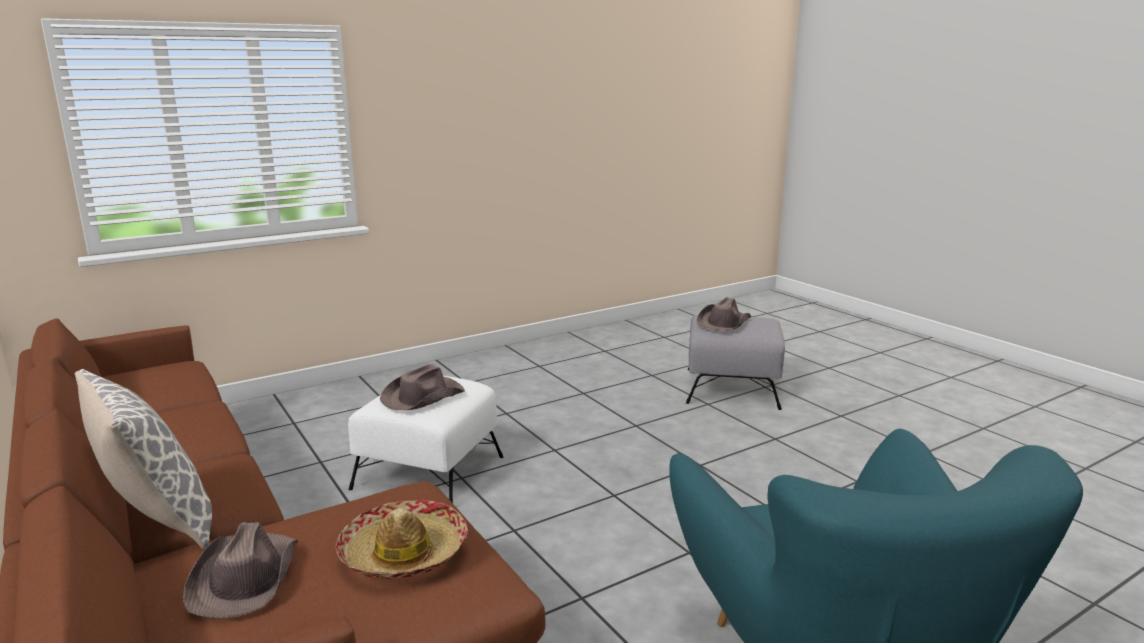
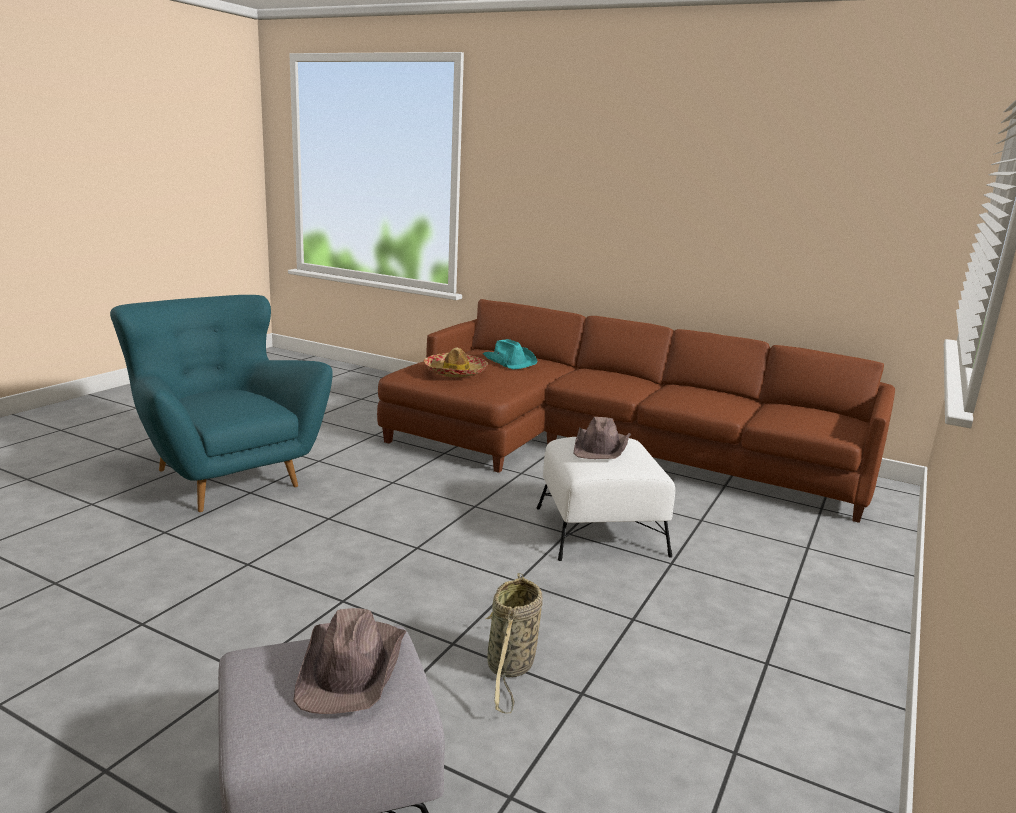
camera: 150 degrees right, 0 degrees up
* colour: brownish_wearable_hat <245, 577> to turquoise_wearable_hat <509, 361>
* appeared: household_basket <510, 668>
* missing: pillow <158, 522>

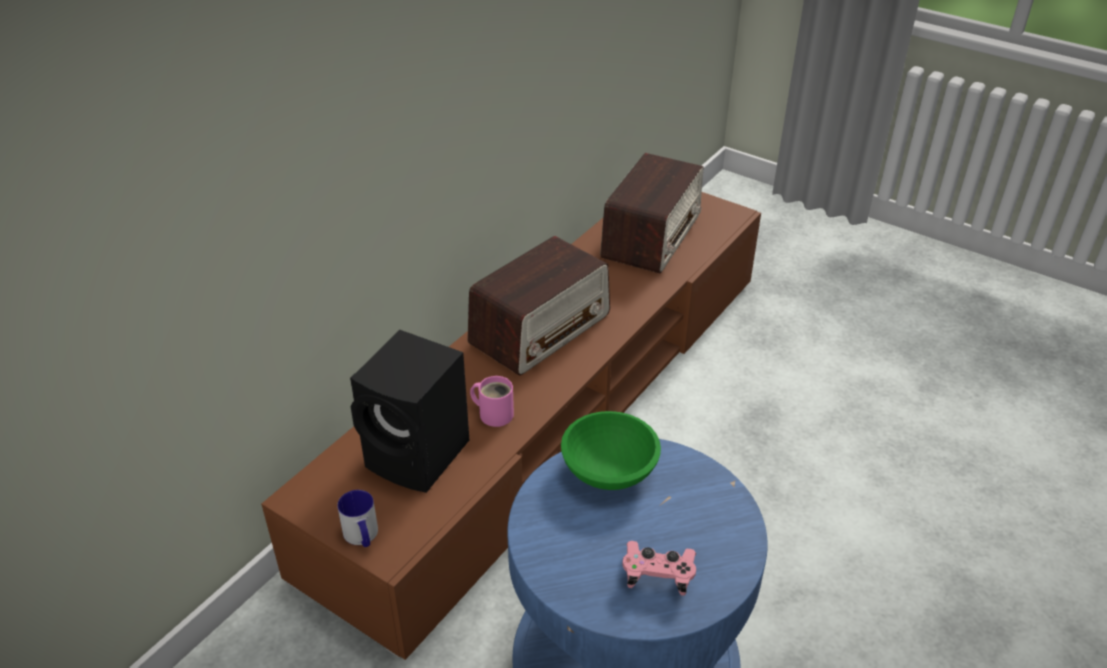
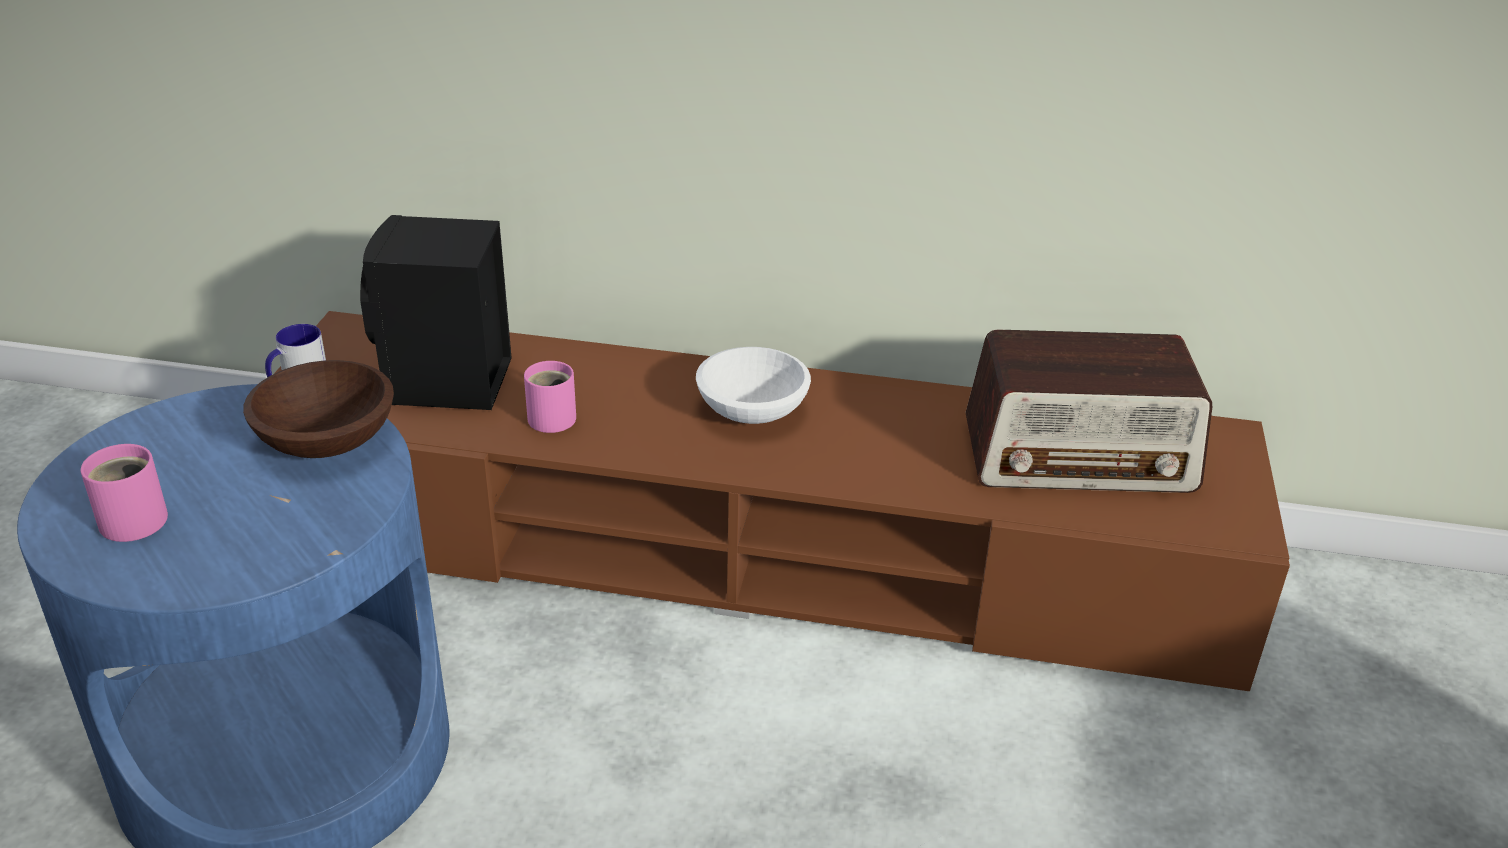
camera: 65 degrees right, 5 degrees down
* exchanged: pink_joypad <658, 575> to pink_coffee_mug <131, 517>
* colour: green_deep_dish <608, 470> to brownish_deep_dish <324, 439>
* exchanged: radio <540, 329> to white_deep_dish <754, 410>

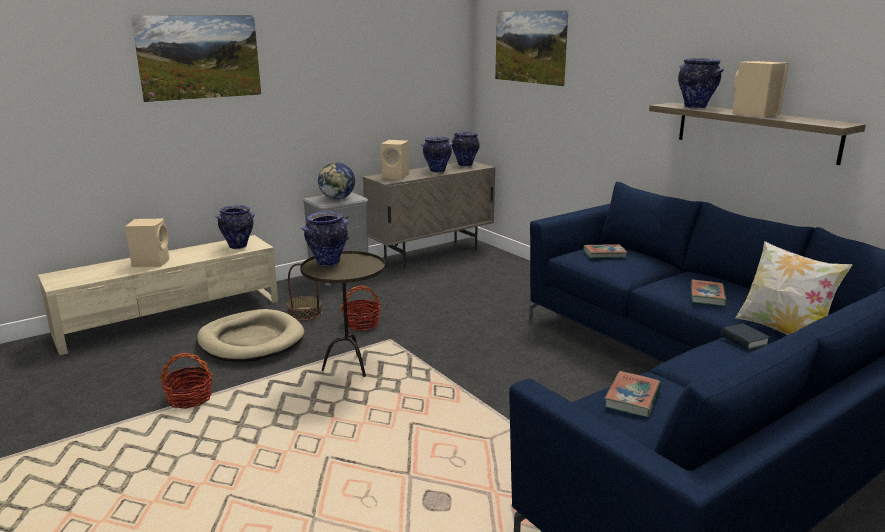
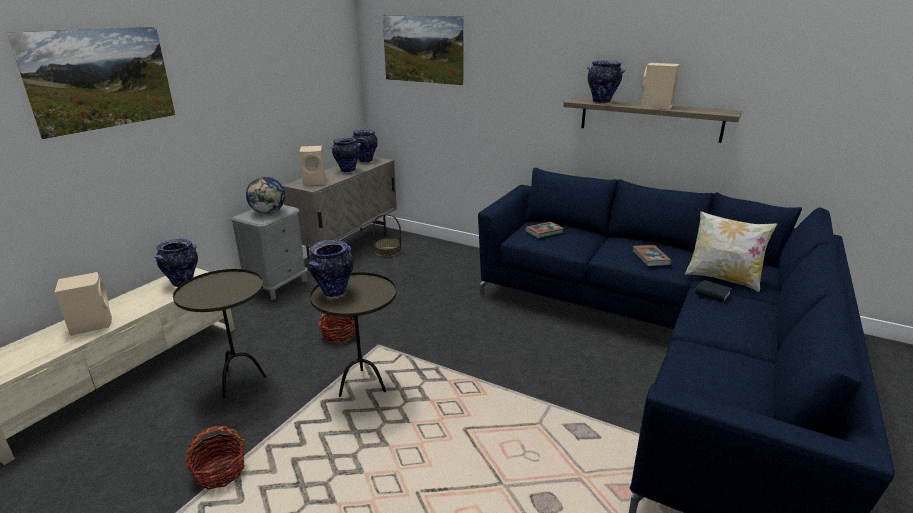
camera: 25 degrees left, 5 degrees up
* exchanged: beige-coloured_dog_bed <251, 340> to brownish_end_table <239, 381>
* relocated: household_basket <305, 313> to <388, 251>
* missing: book <632, 398>

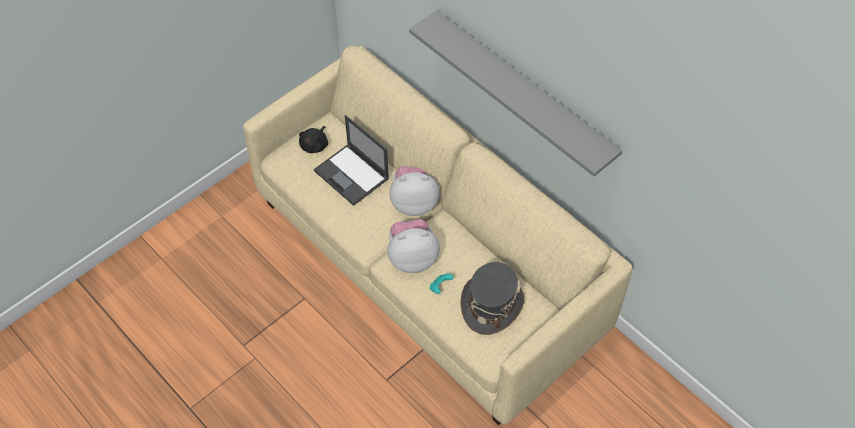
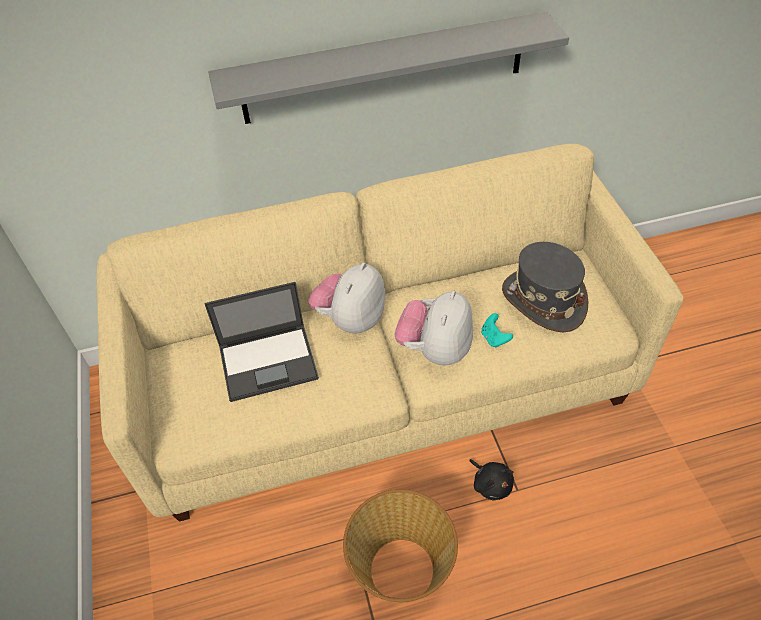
camera: 60 degrees left, 5 degrees down
* appeared: household_basket <401, 571>
* relocated: blackish_cuddly_toy <315, 145> to <491, 484>

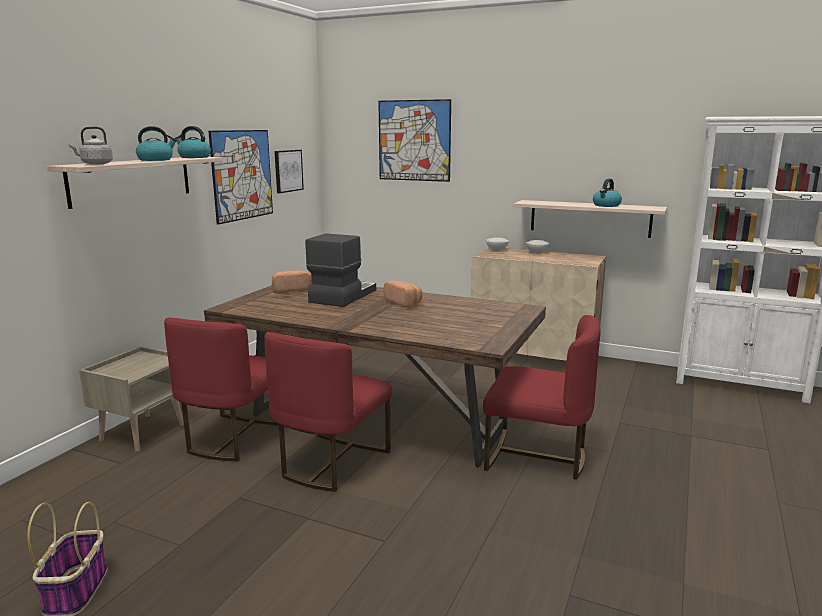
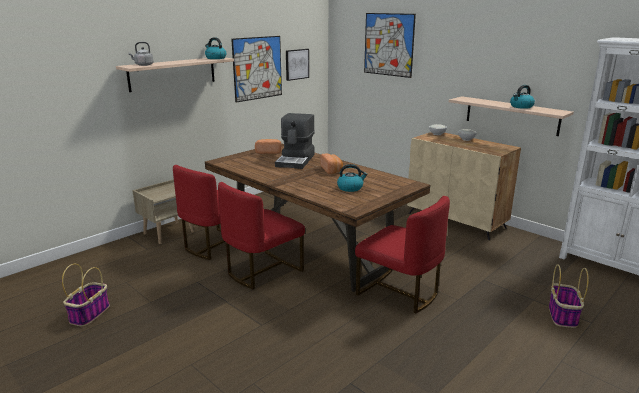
camera: 20 degrees right, 5 degrees up
* spun: coffee_brewer <342, 296> = <296, 160> 150 degrees clockwise
* relocated: water_kettle <156, 160> to <350, 188>
* appeared: household_basket <563, 316>

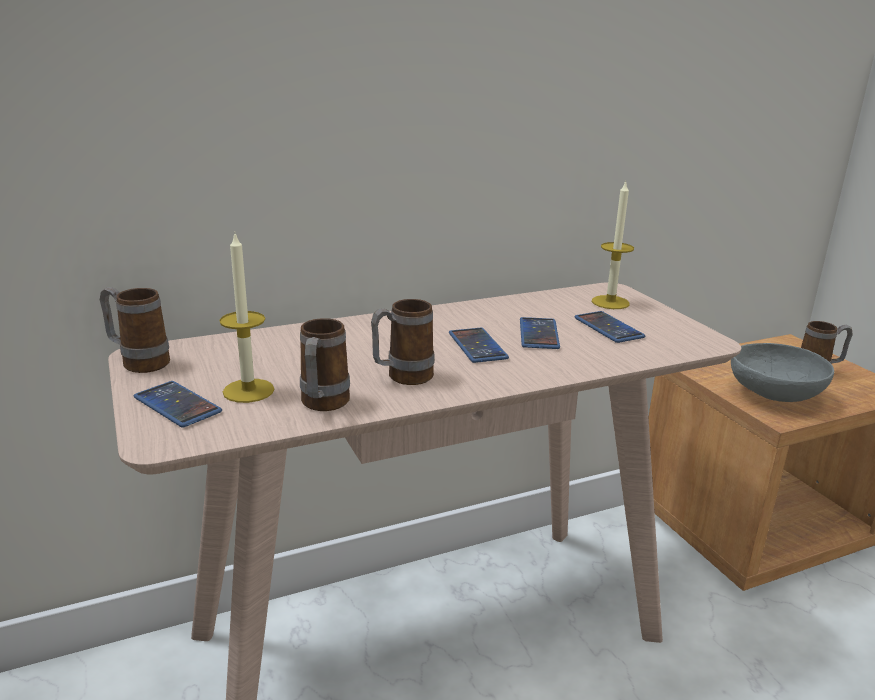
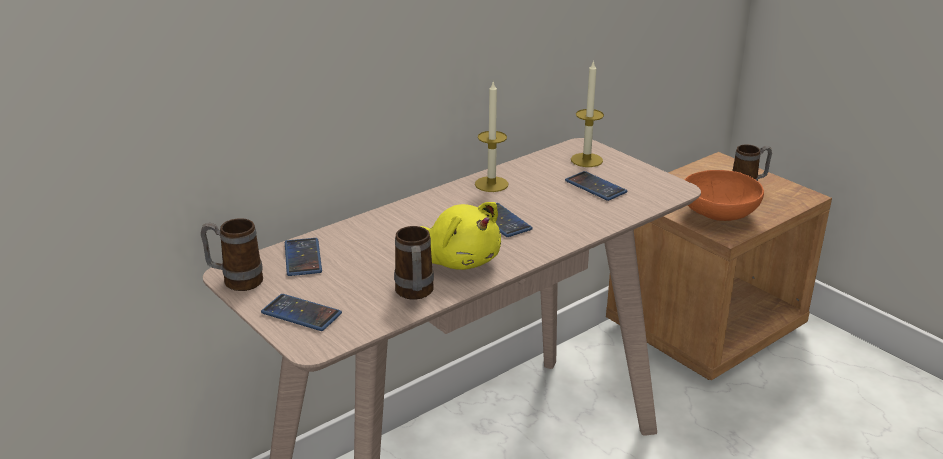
camera: 15 degrees left, 5 degrees up
* relocated: handset <539, 334> to <303, 258>
* exchanged: coffee_mug <402, 378> to yellow_cuddly_toy <460, 260>
* relocated: wax_light <248, 390> to <491, 184>
* colour: grey_deep_dish <774, 396> to orangey_deep_dish <719, 216>

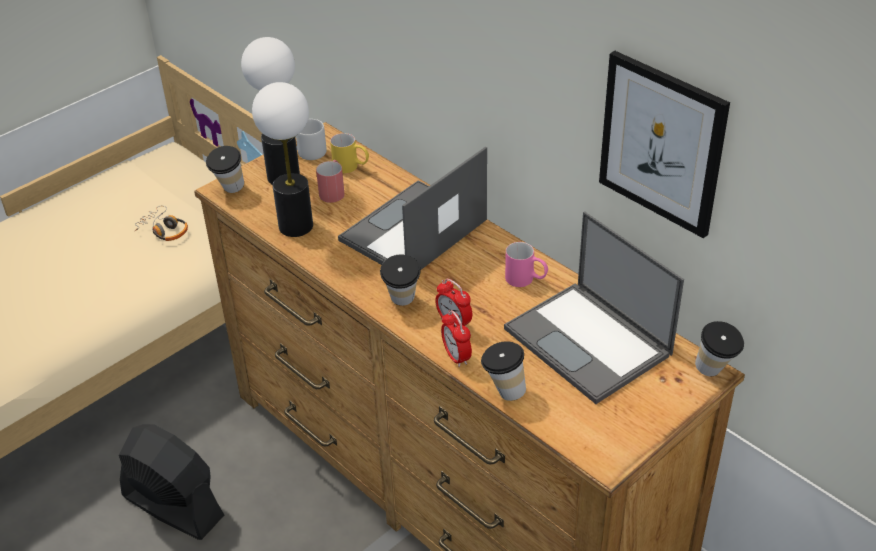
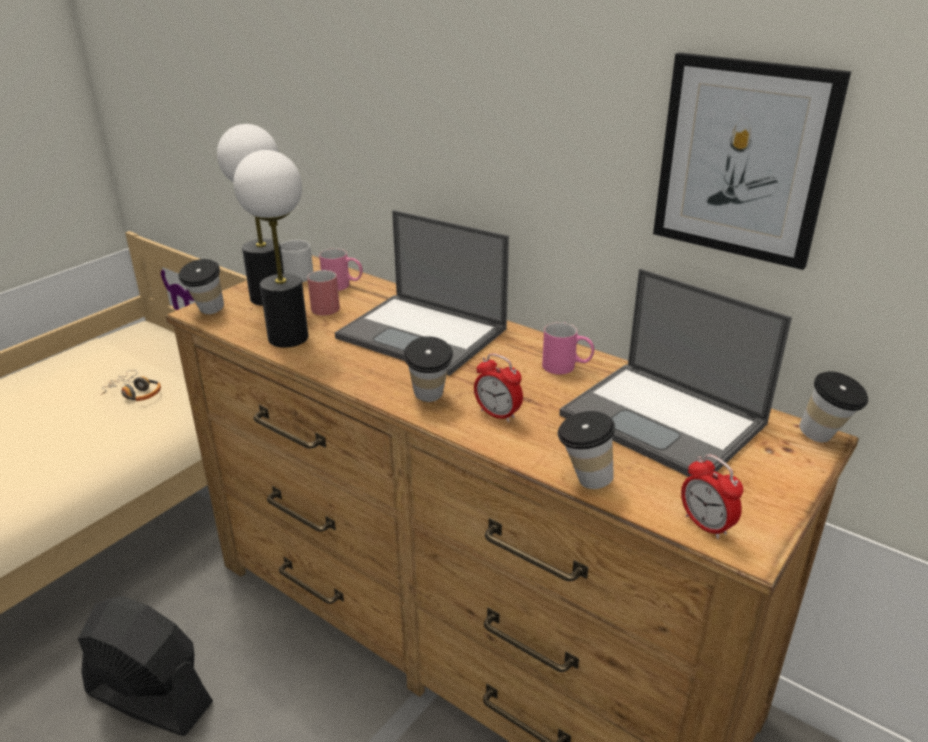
camera: 10 degrees left, 10 degrees down
* colour: yellow_coffee_mug <351, 167> to pink_coffee_mug <343, 286>
* spun: notebook_computer <412, 231> = <424, 334> 90 degrees counterclockwise
* relocated: alarm_clock <456, 357> to <706, 525>

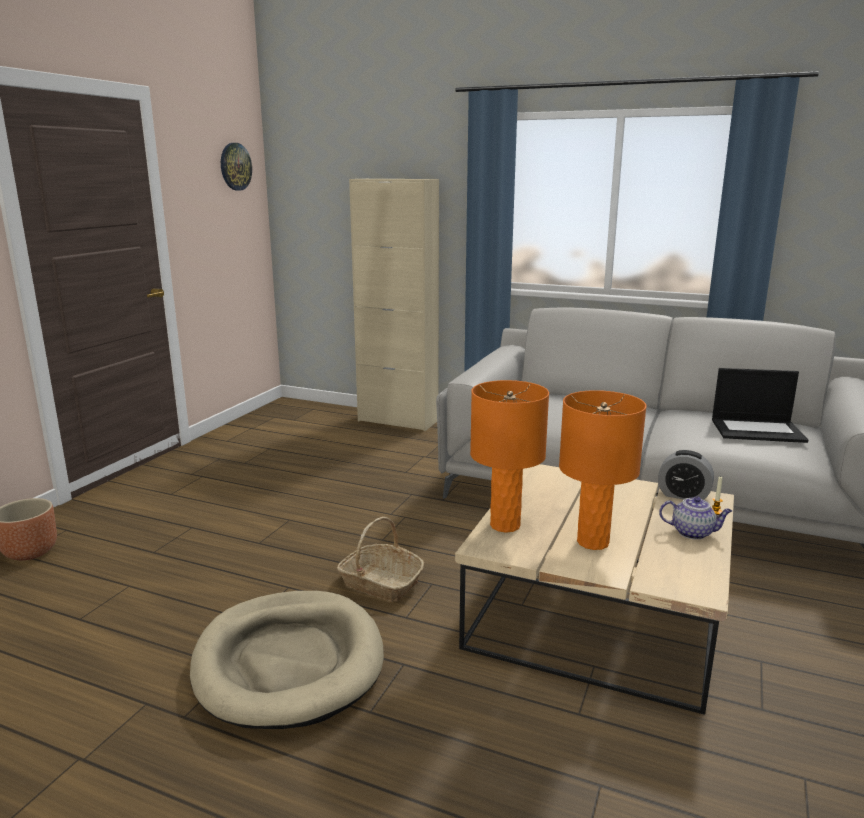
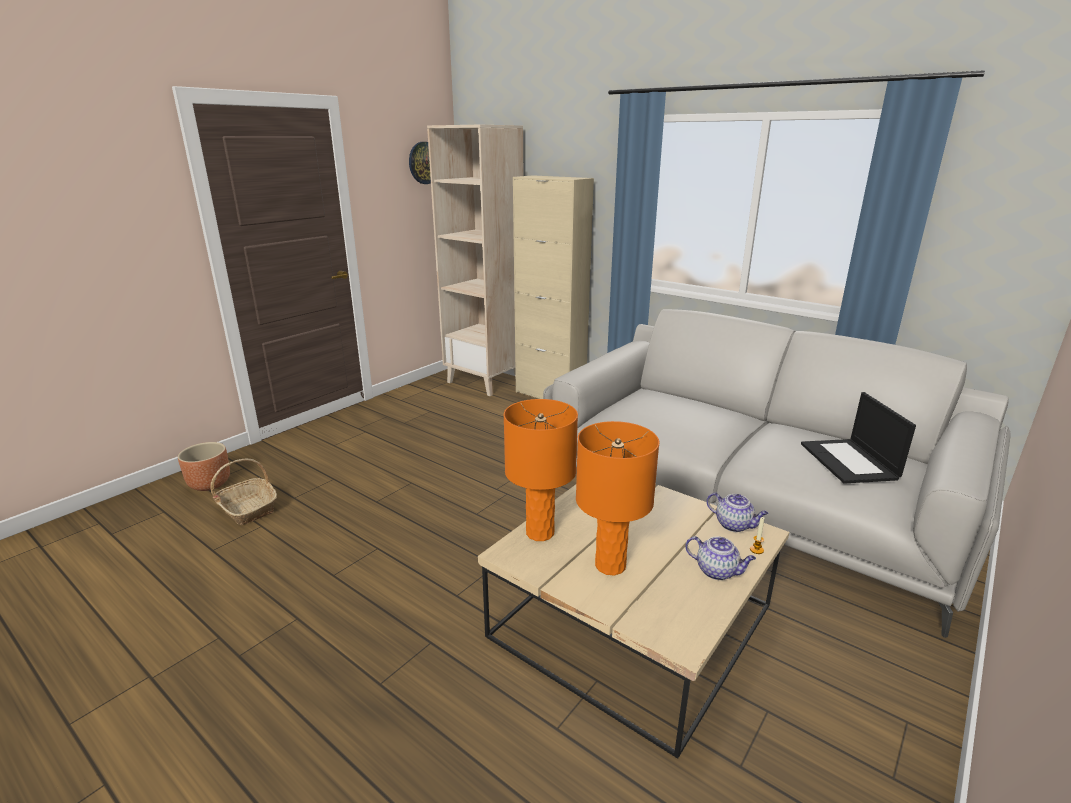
camera: 15 degrees right, 5 degrees up
* relocated: household_basket <380, 583> to <248, 508>
* appeared: beige-coloured_bookshelf <485, 382>
* exchanged: alarm_clock <683, 495> to pot_for_tea <734, 525>
* spun: notebook_computer <758, 430> = <849, 461> 60 degrees clockwise
* missing: beige-coloured_dog_bed <289, 662>

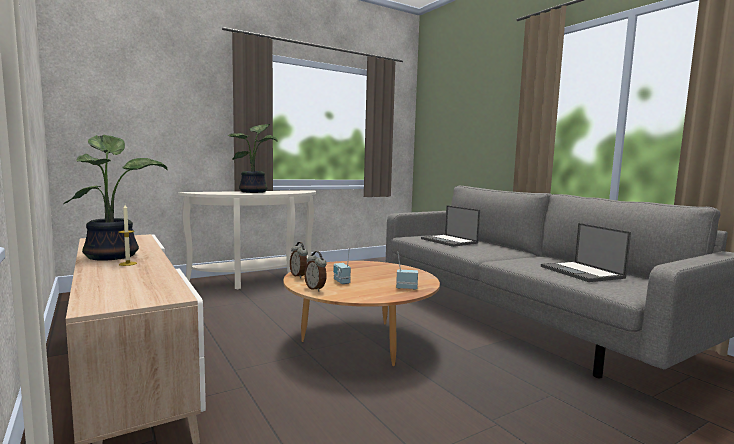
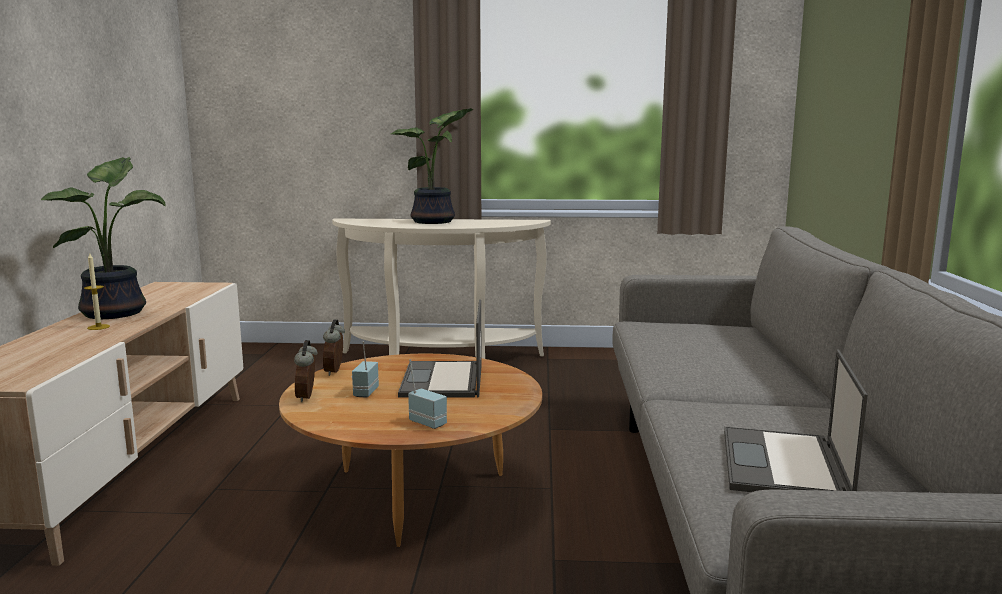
camera: 35 degrees right, 5 degrees up
* relocated: notebook_computer <449, 241> to <443, 381>

